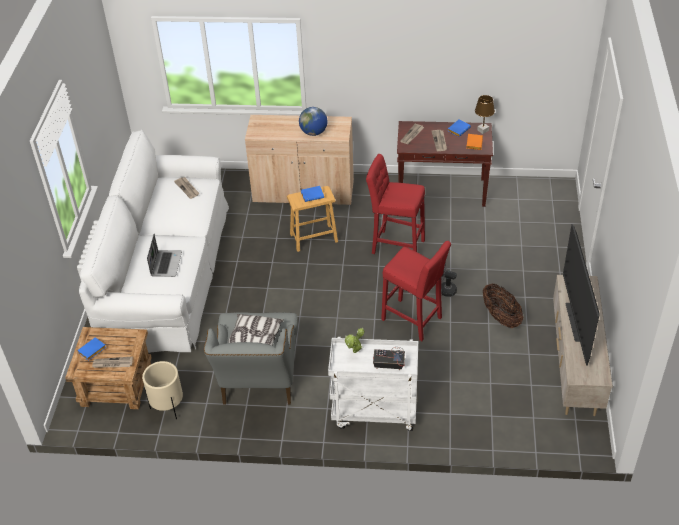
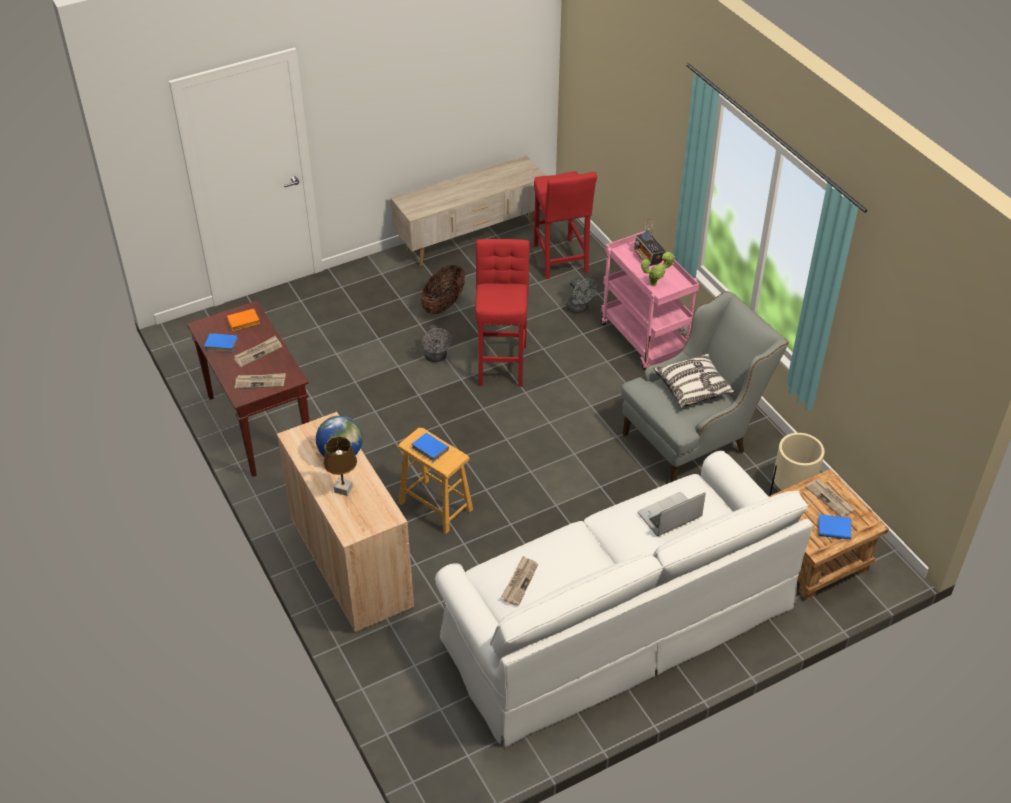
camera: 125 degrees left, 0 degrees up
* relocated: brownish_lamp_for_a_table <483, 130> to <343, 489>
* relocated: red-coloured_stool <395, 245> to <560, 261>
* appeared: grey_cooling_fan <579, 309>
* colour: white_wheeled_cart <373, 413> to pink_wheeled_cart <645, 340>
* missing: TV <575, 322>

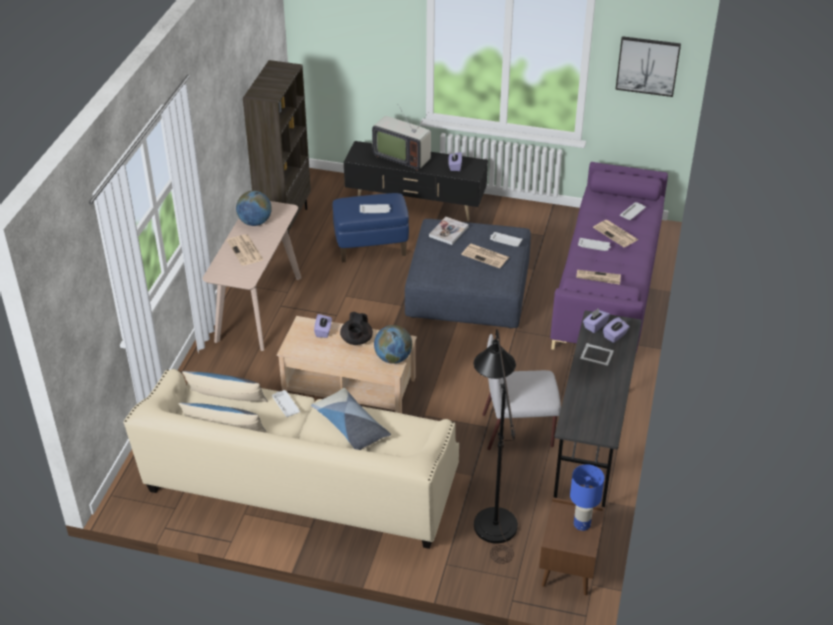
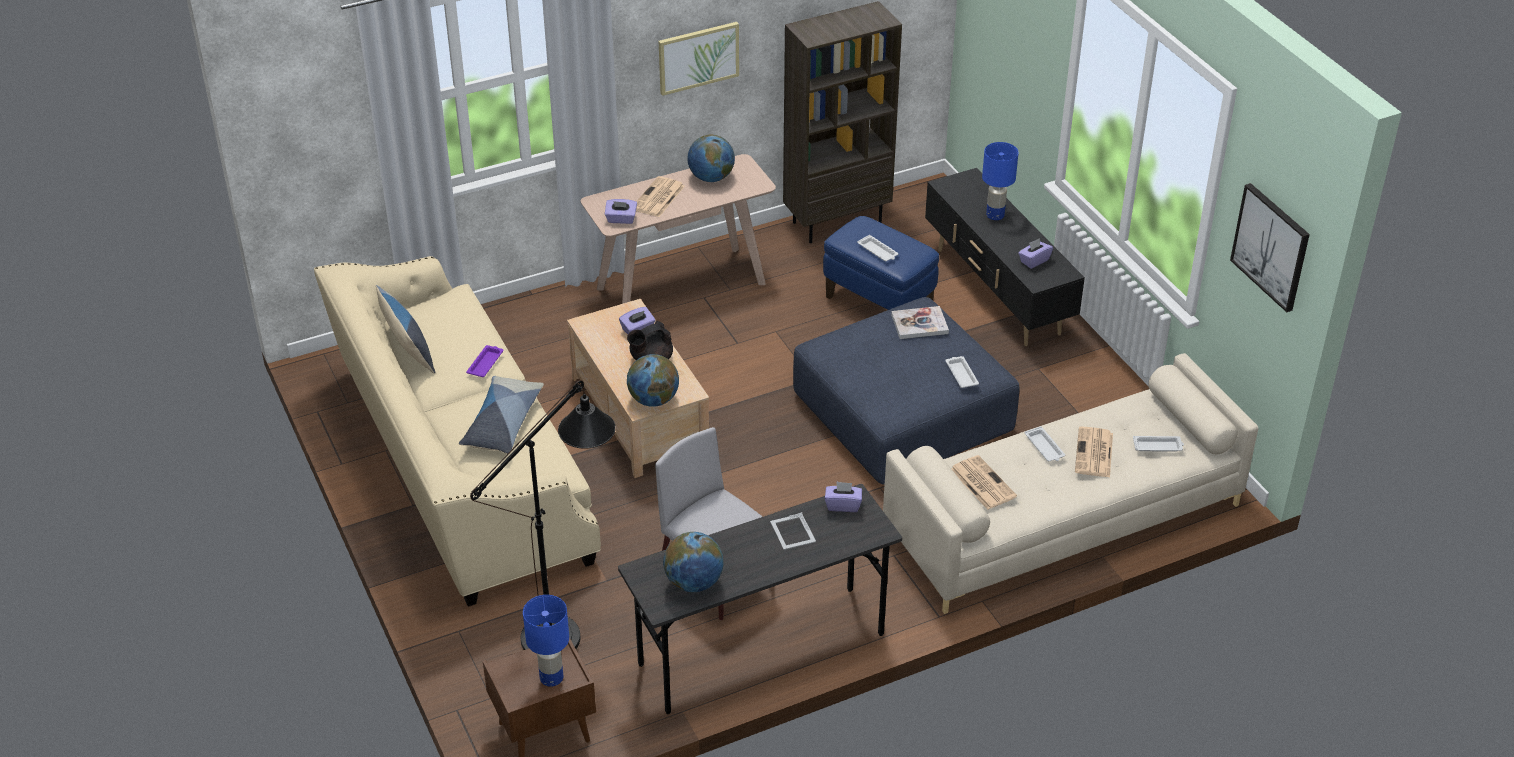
camera: 50 degrees right, 0 degrees up
* colour: white_tray <285, 405> to purplish_tray <485, 363>
* relocated: purplish_tissue_holder <615, 336> to <621, 219>
* appeared: wall_art <698, 57>
* appeared: desk_globe <694, 582>
* colour: purplish_couch <608, 285> to beige-coloured_couch <1062, 520>
* exchanged: TV <402, 157> to blue_lamp_for_a_table <995, 215>
* missing: pillow <226, 400>
* missing: daily_paper <486, 256>

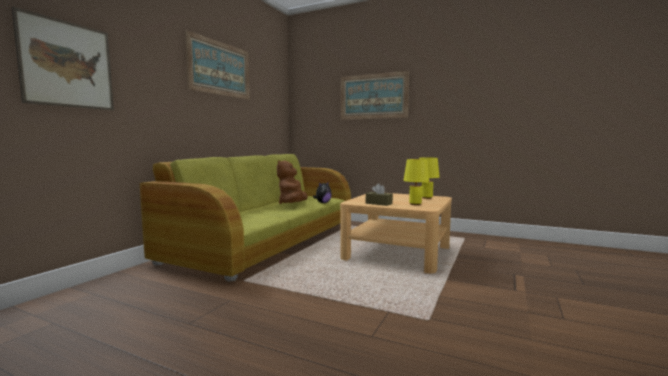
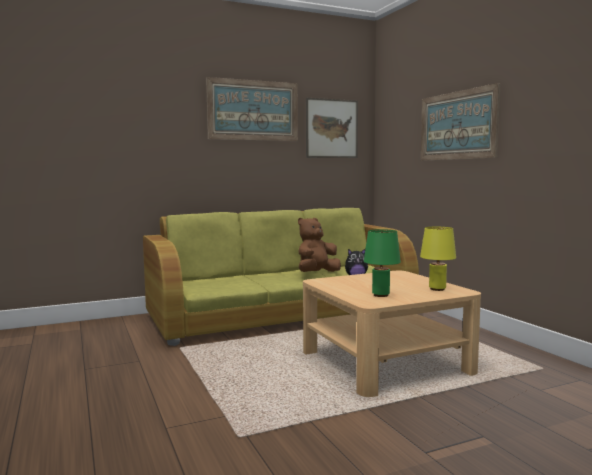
camera: 40 degrees right, 0 degrees up
* relocated: wall_art <67, 64> to <331, 128>
* colour: yellow_lamp_for_a_table <415, 204> to green_lamp_for_a_table <380, 295>
* missing: brownish_tissue_holder <379, 203>

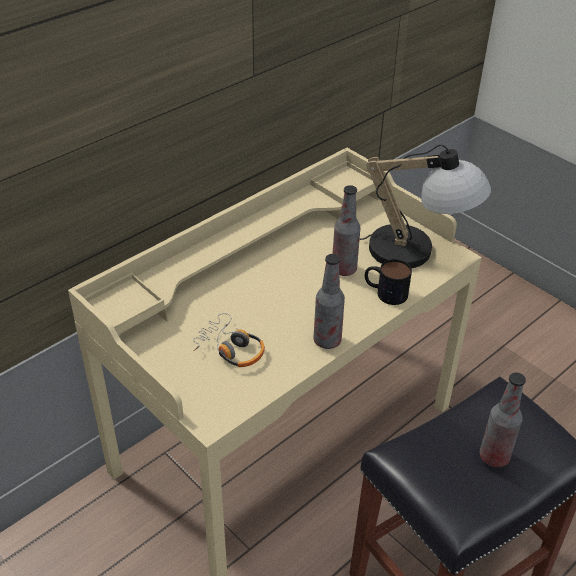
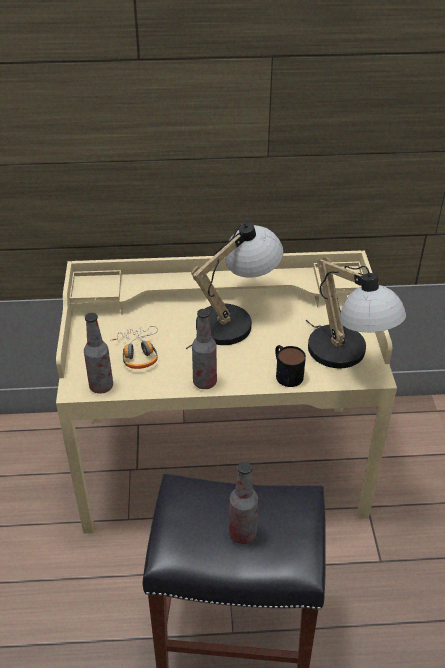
camera: 40 degrees right, 0 degrees up
* relocated: drink_bottle <344, 269> to <101, 386>
* appeared: lamp_for_a_table <235, 319>

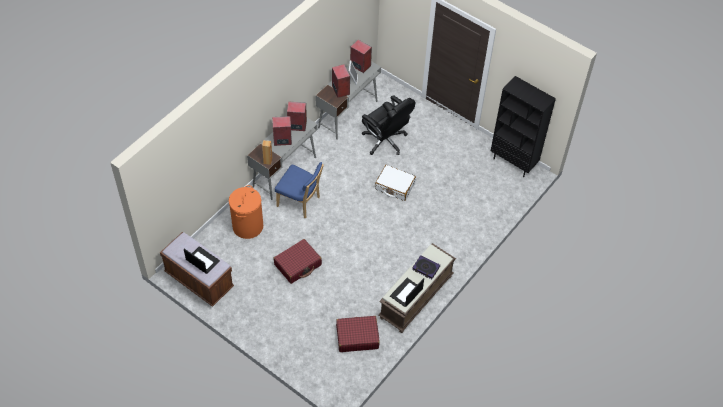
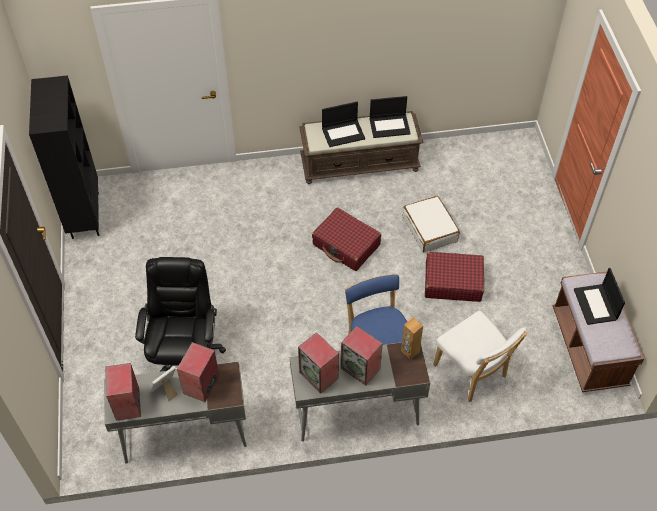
camera: 135 degrees left, 0 degrees up
* relocated: red-coloured_suitcase <357, 337> to <346, 245>
* exchanged: book <426, 268> to notebook_computer <343, 133>
* relocated: white_suitcase <394, 186> to <430, 229>
* exchanged: orangey_laundry_basket <247, 226> to white_plain_chair <472, 373>

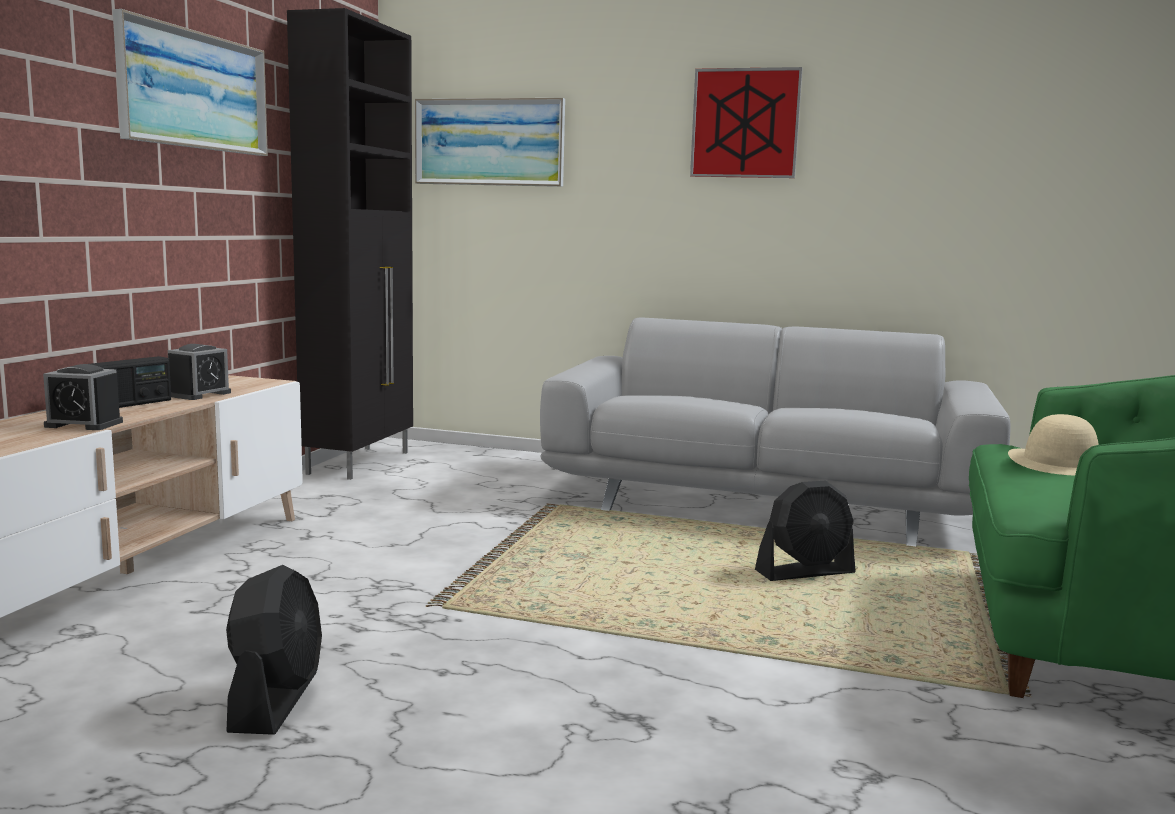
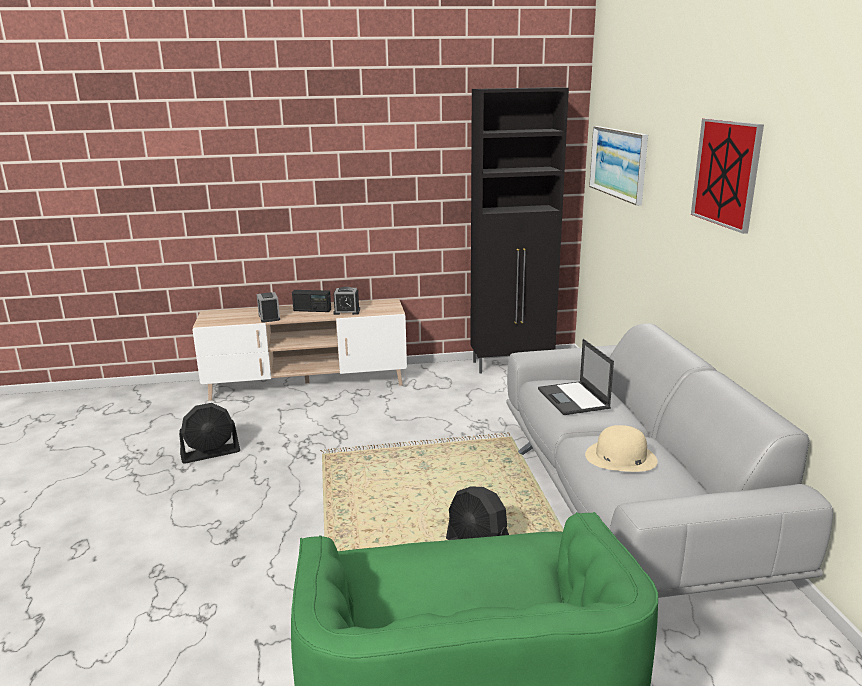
camera: 65 degrees right, 10 degrees up
* appeared: notebook_computer <574, 399>
* relocated: beige-coloured_wearable_hat <1060, 463> to <620, 457>
* missing: wall_art <194, 90>

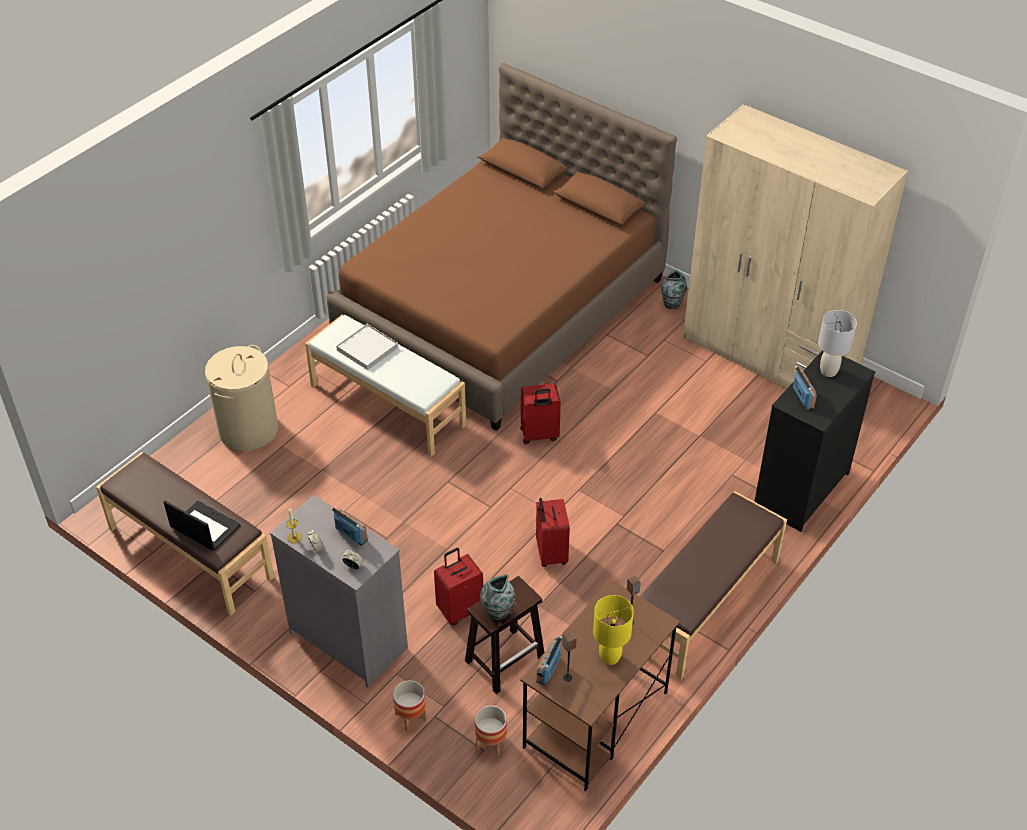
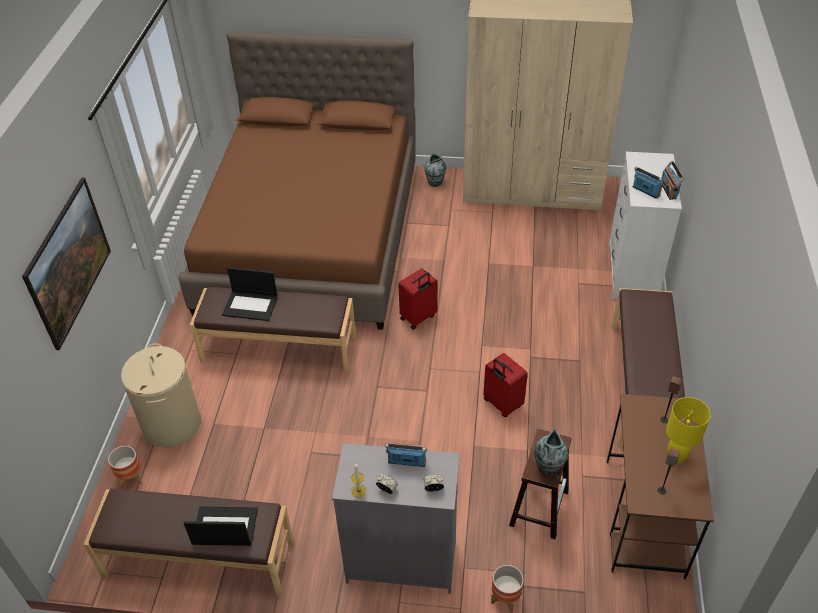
camera: 30 degrees left, 0 degrees up
* appeared: wall_art <76, 280>
* relocated: plant_pot <491, 742> to <131, 478>
* colour: white_indoor_bench <388, 404> to brownish_indoor_bench <279, 348>
* exchanged: white_tray <367, 349> to notebook_computer <251, 305>
* colour: blackish_chest_of_drawers <801, 489> to white_chest_of_drawers <631, 272>
* relocated: radio <548, 669> to <668, 190>
* missing: red-coloured_suitcase <460, 609>
* missing: grey_lamp_for_a_table <828, 371>

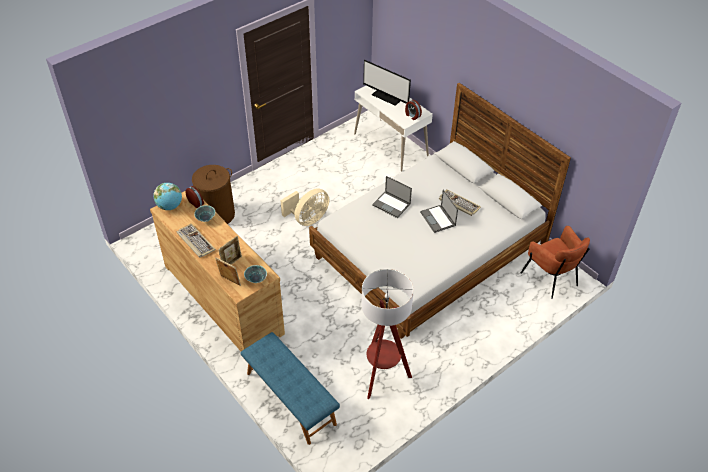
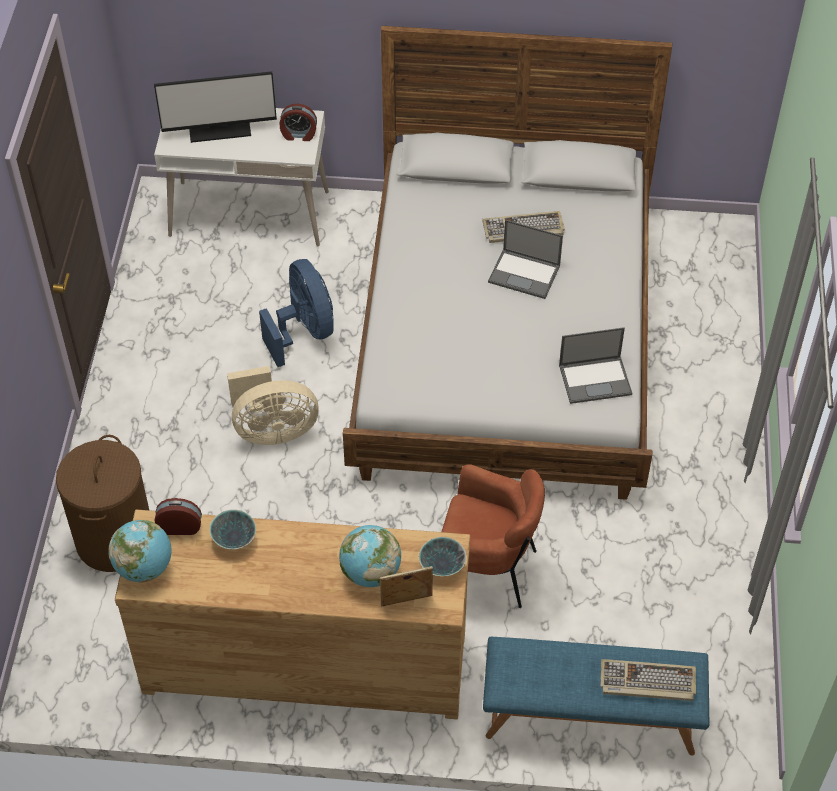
camera: 45 degrees left, 5 degrees up
* spun: beige-coloured_cooling_fan <308, 219> = <273, 430> 75 degrees clockwise
* appeared: blue_cooling_fan <304, 331>
* exchanged: standing_frame <231, 262> to desk_globe <370, 572>
* relocated: brownish_easy_chair <551, 278> to <485, 569>
* relocated: notebook_computer <392, 205> to <596, 379>
* relocated: computer_keyboard <195, 242> to <646, 682>
* missing: standing_lamp <382, 376>

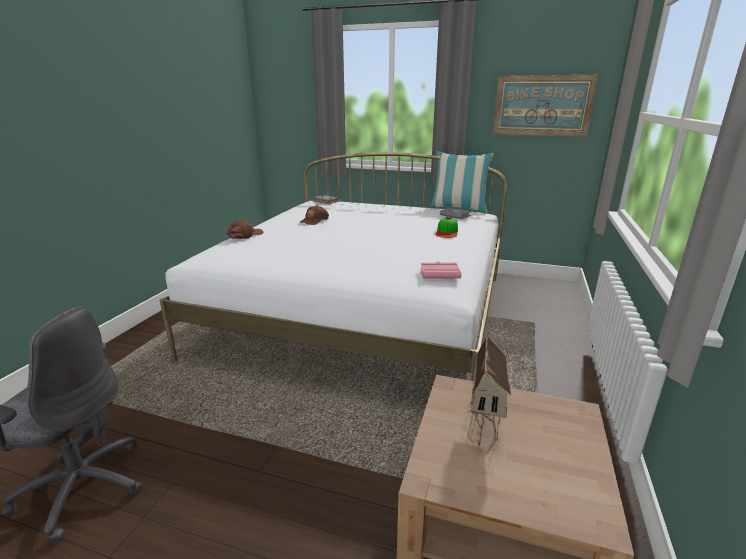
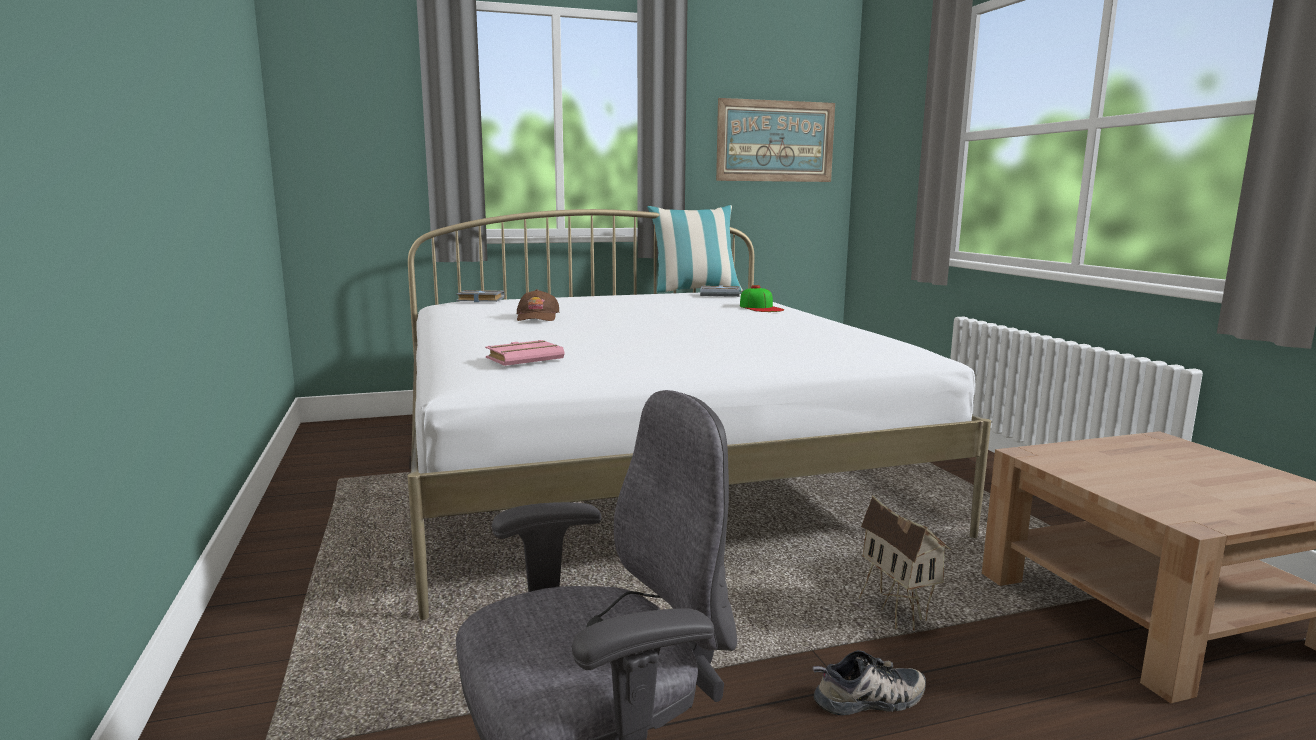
camera: 35 degrees left, 10 degrees down
* relocated: pink_book <440, 273> to <525, 358>
* appeared: shoe <869, 700>
* relocated: toy_house <484, 427> to <897, 614>
* missing: brownish_peaked_cap <245, 235>

